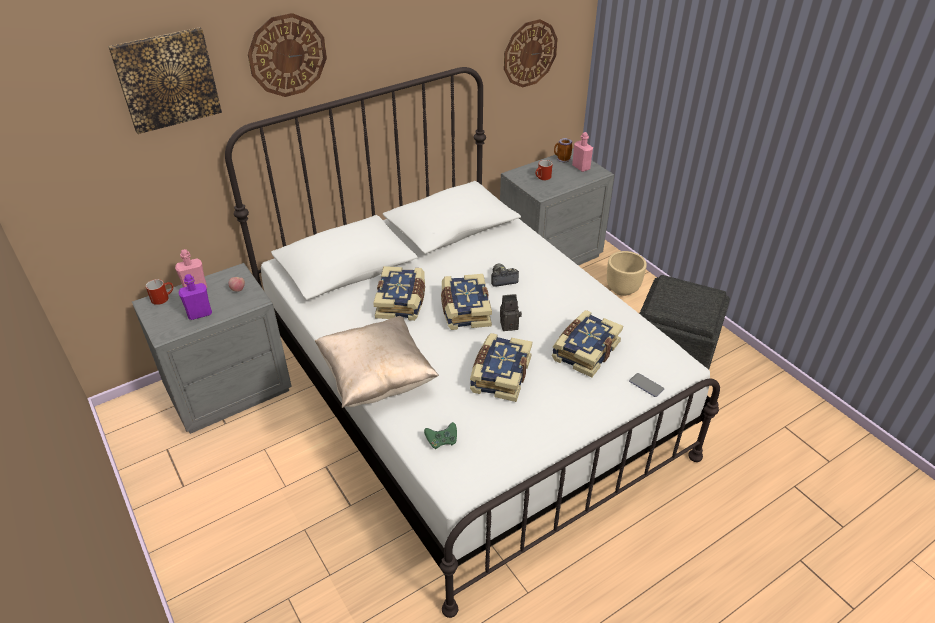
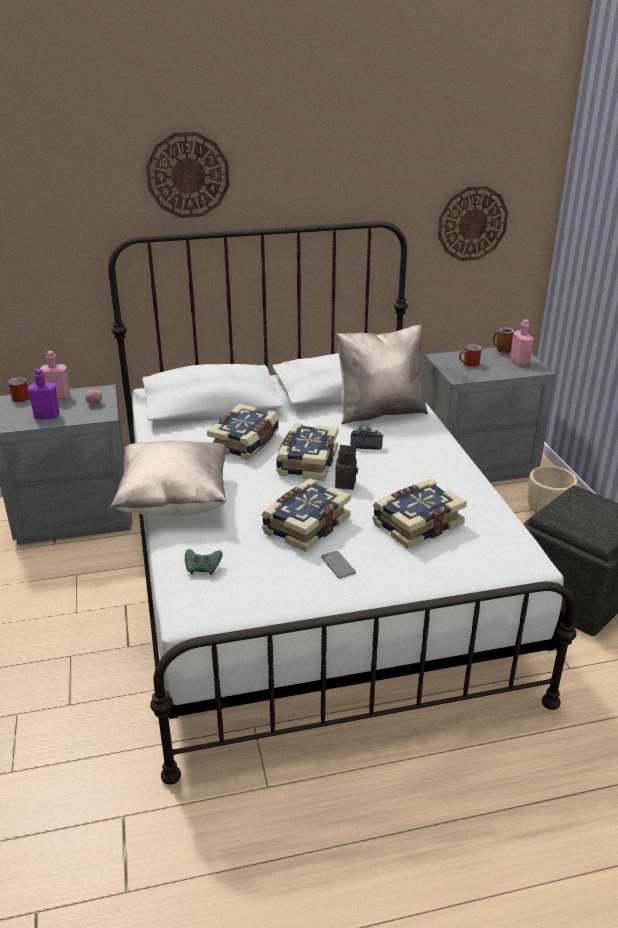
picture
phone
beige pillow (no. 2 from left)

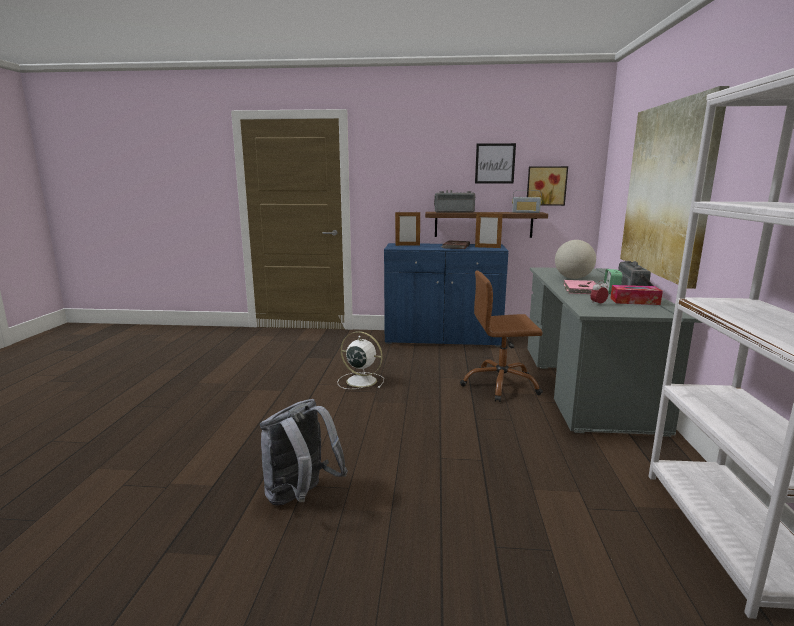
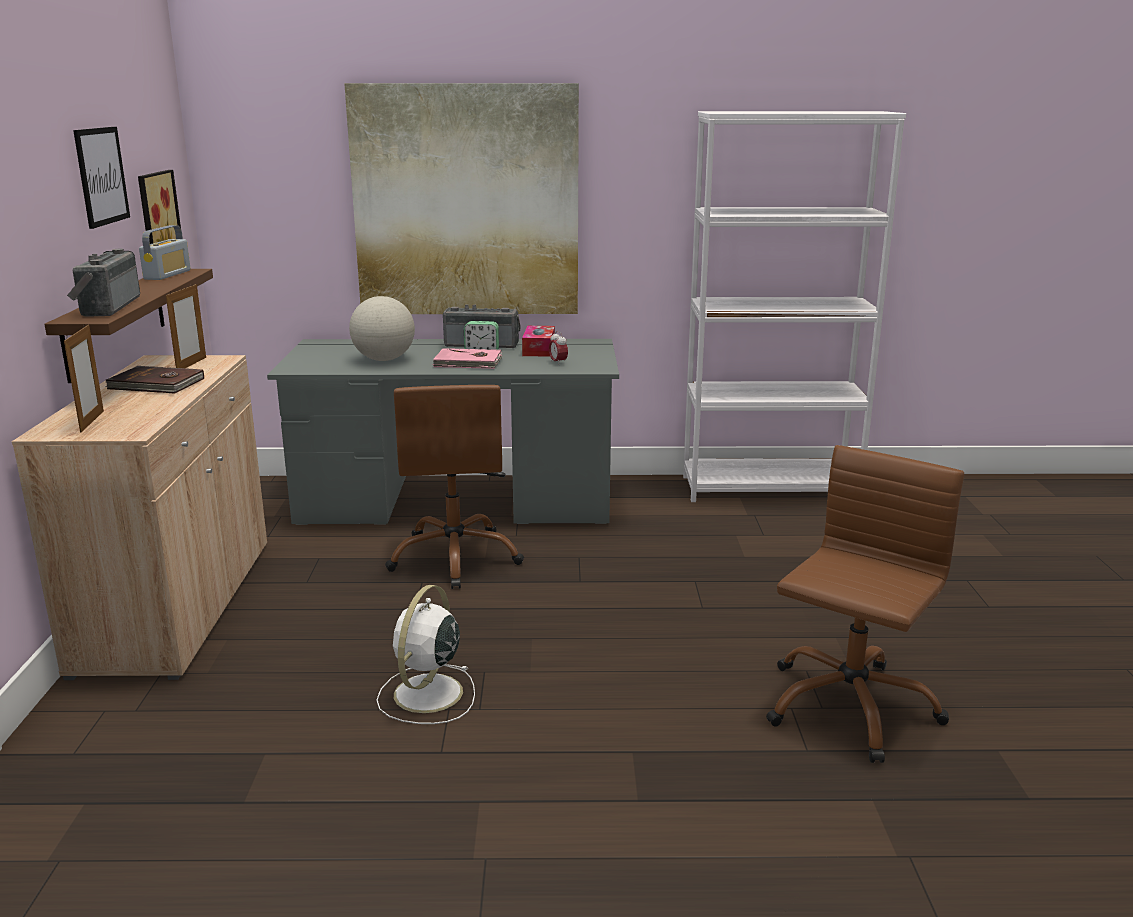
brown office chair (no. 2 from left)
beige cabinet

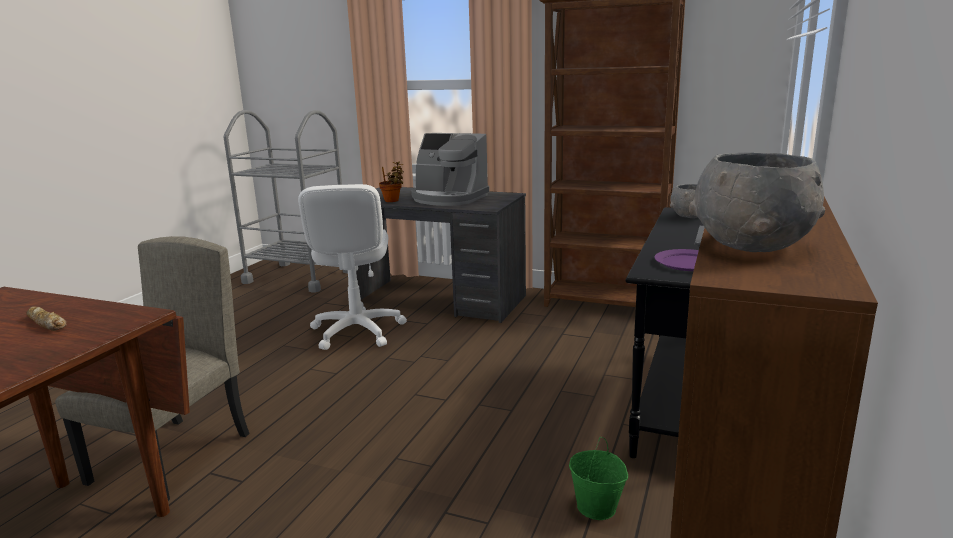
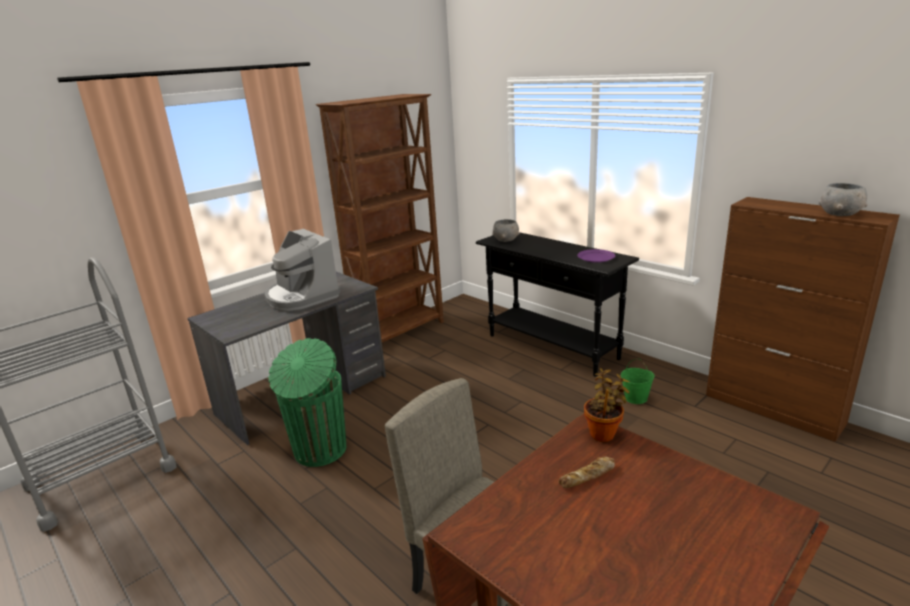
green trash can
potted plant
coffee machine

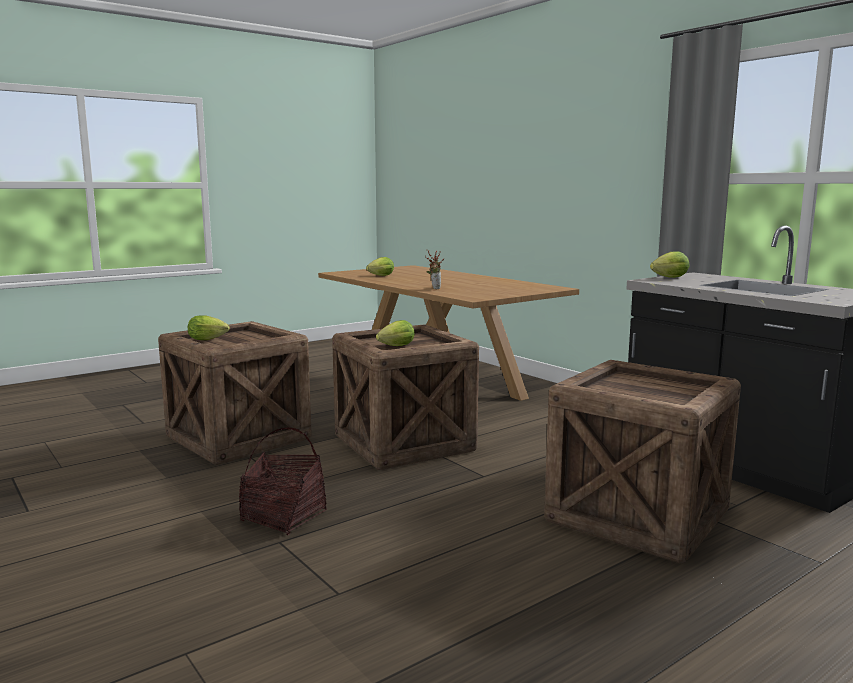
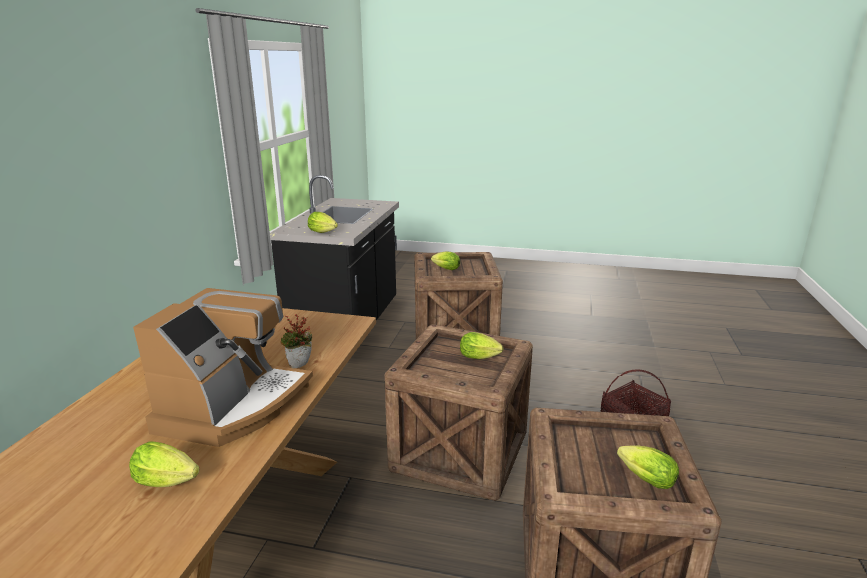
coffee machine
lettuce (no. 3 from left)

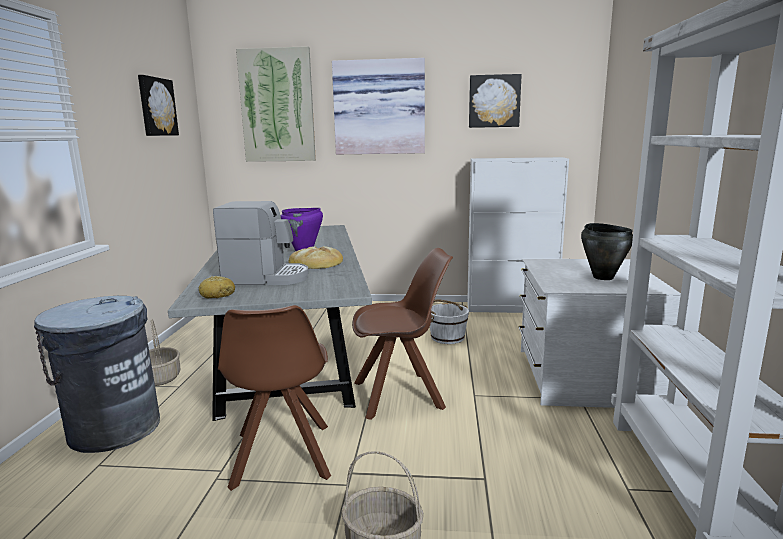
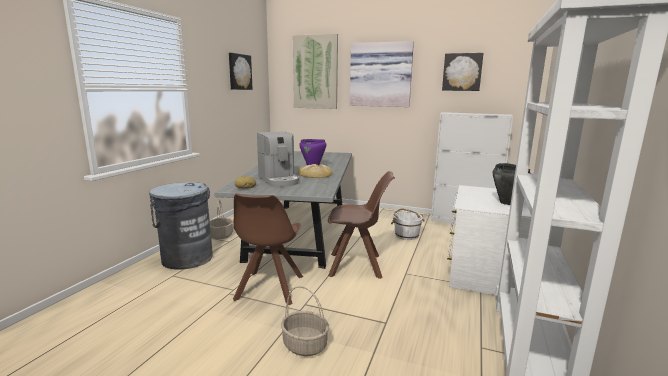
coffee machine

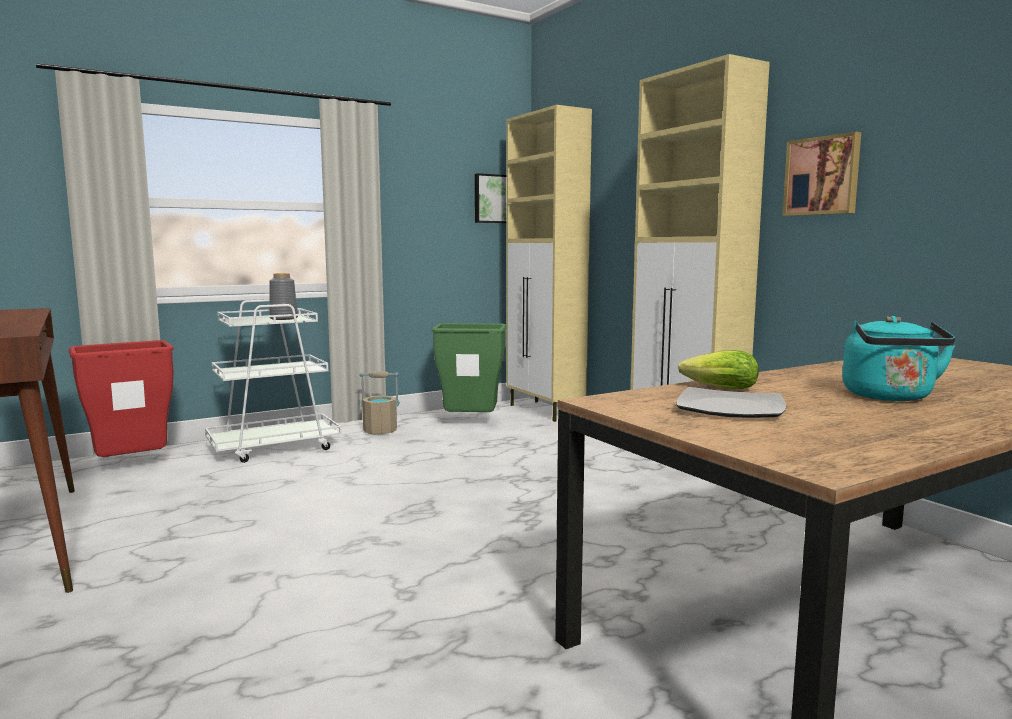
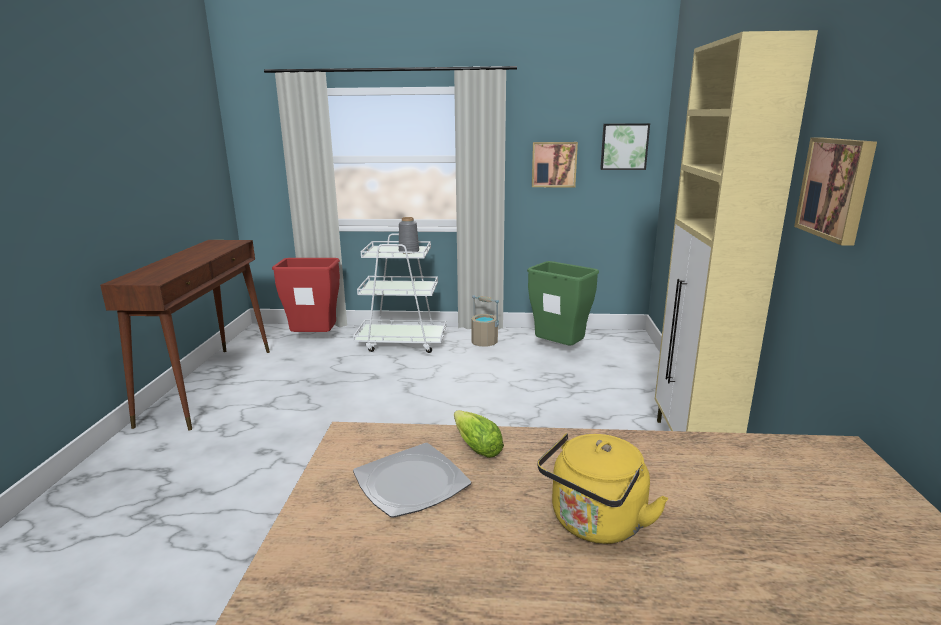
beige cabinet (no. 1 from left in the first image)
yellow kettle
picture (no. 1 from left)

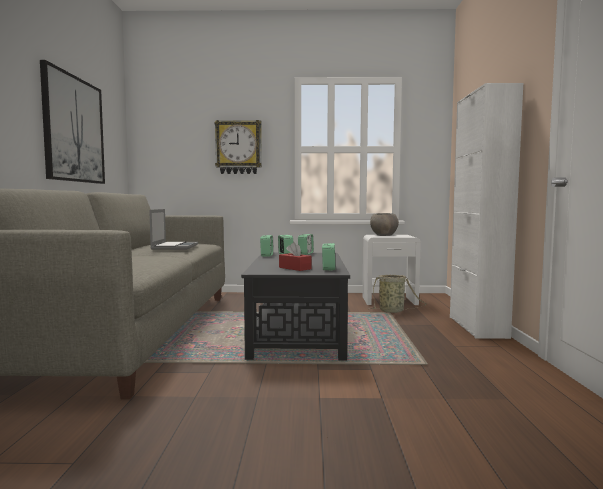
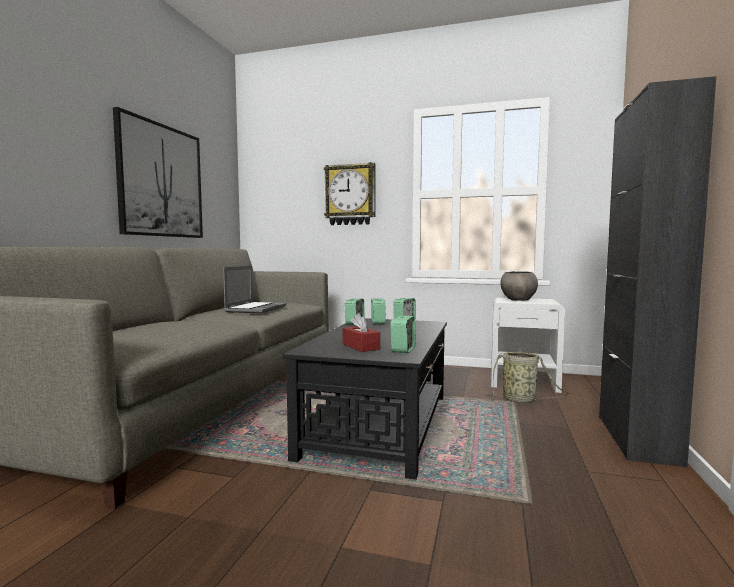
black cabinet

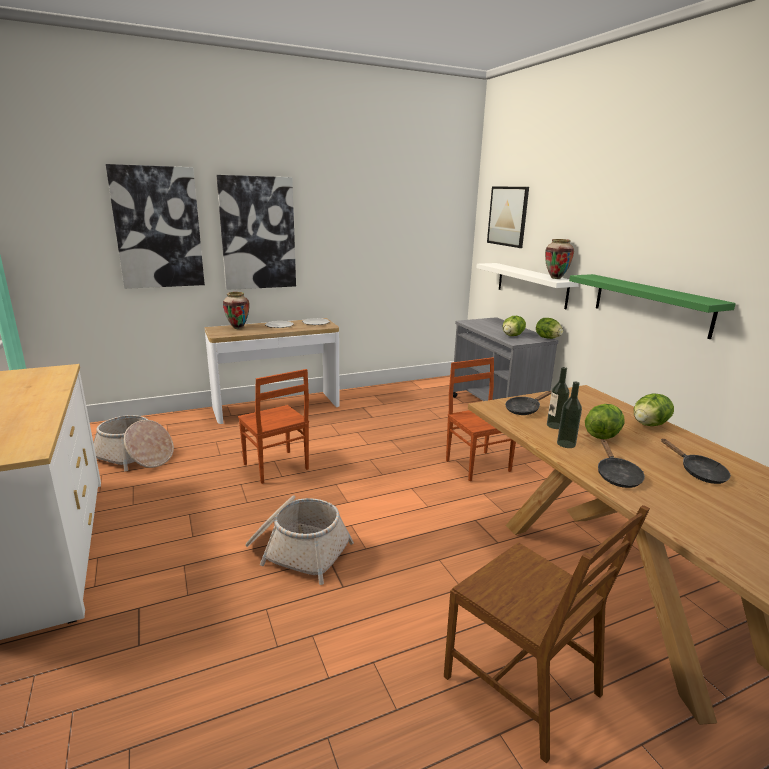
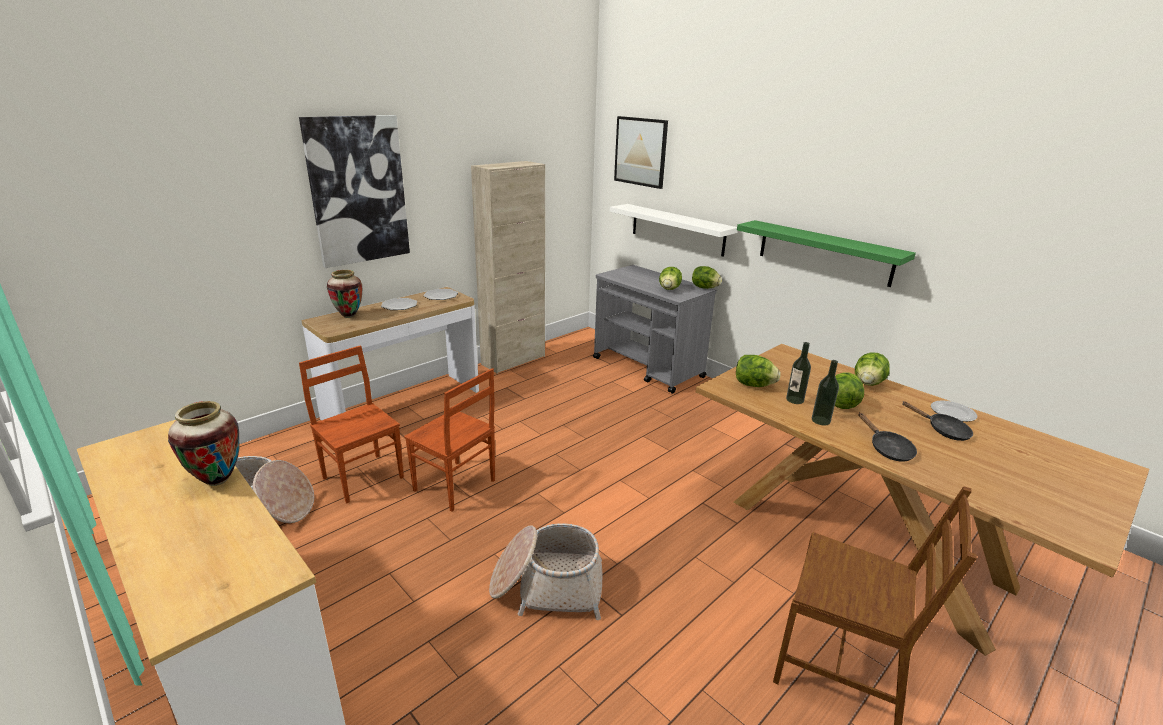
picture (no. 1 from left in the first image)
brown chair (no. 1 from left)
lettuce (no. 3 from left)
vase (no. 1 from left)
beige cabinet
plate (no. 3 from left)

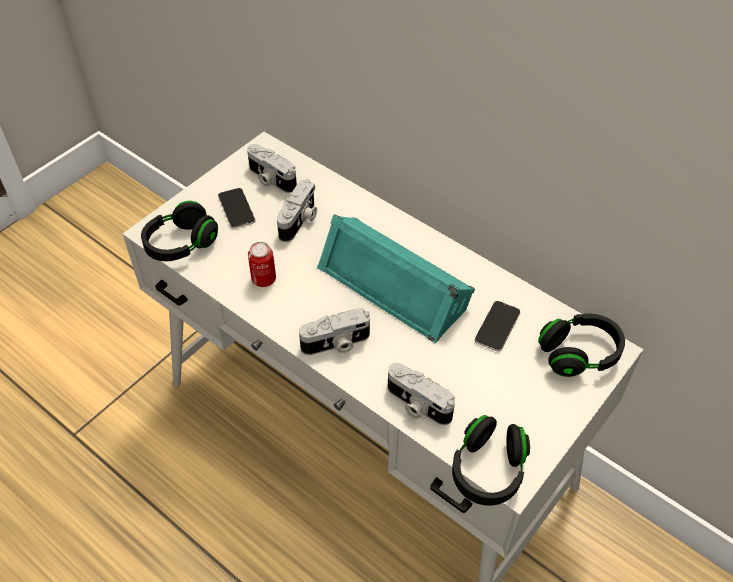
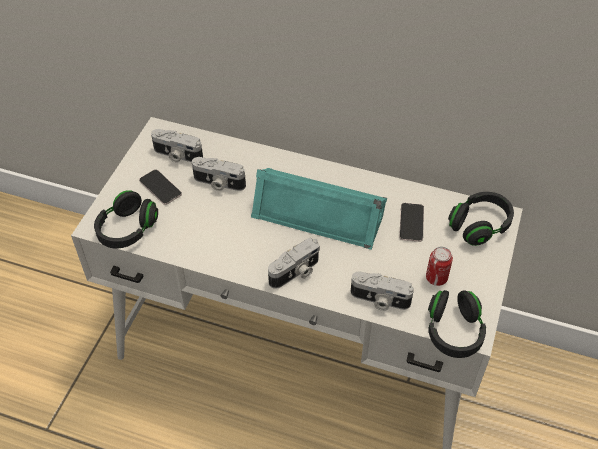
can
photo camera (no. 2 from left)

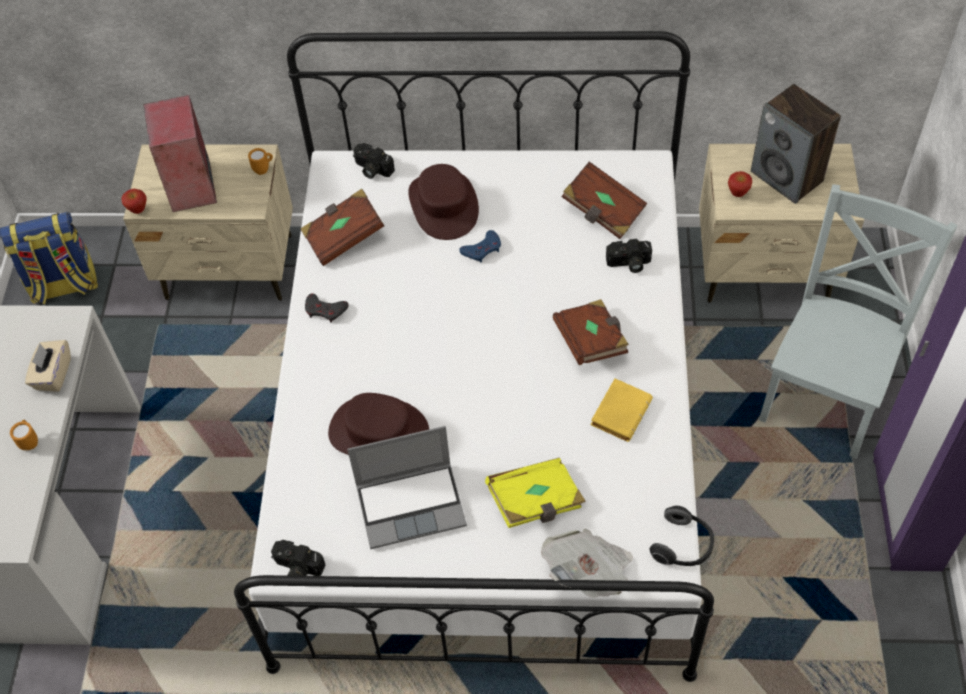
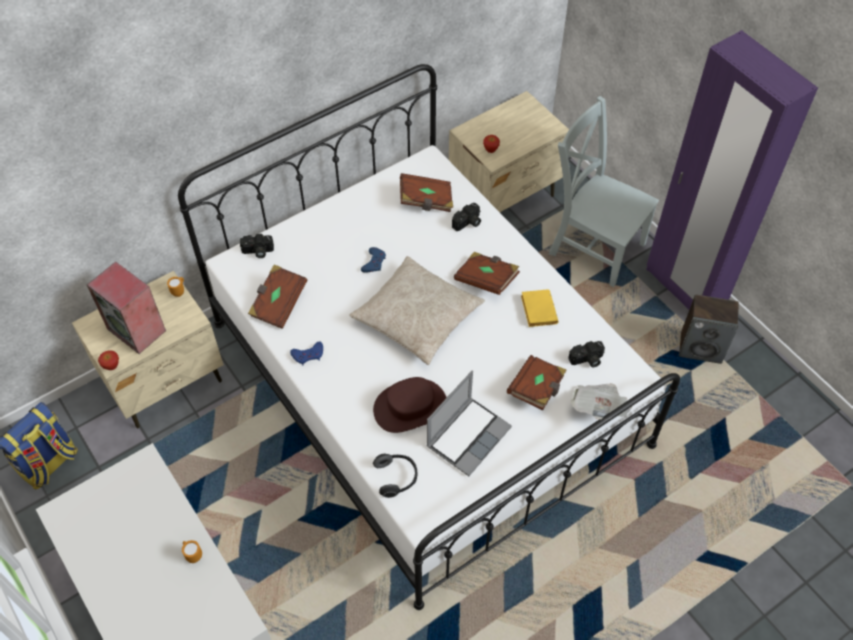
beige tissue box
photo camera (no. 3 from left)
blue game controller (no. 1 from left)
brown hat (no. 2 from left in the first image)
brown book (no. 4 from left)
headphones
speaker (no. 2 from left)
grey chair
beige pillow

